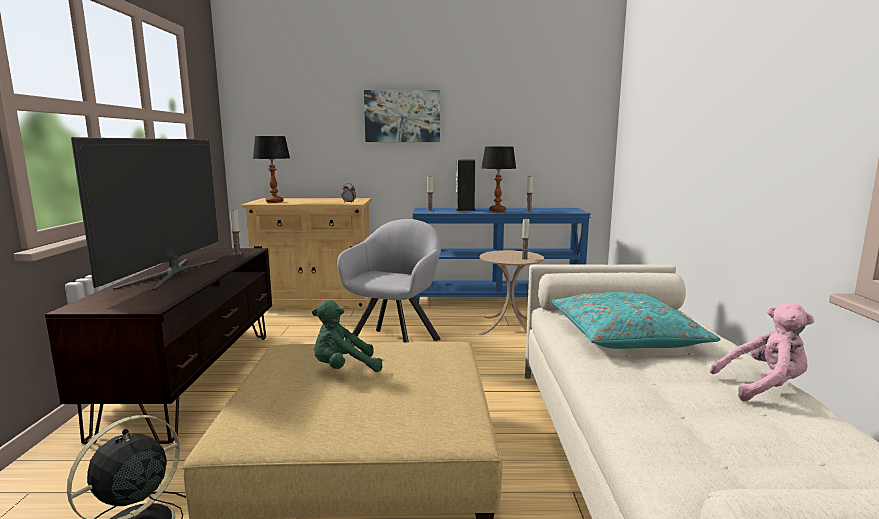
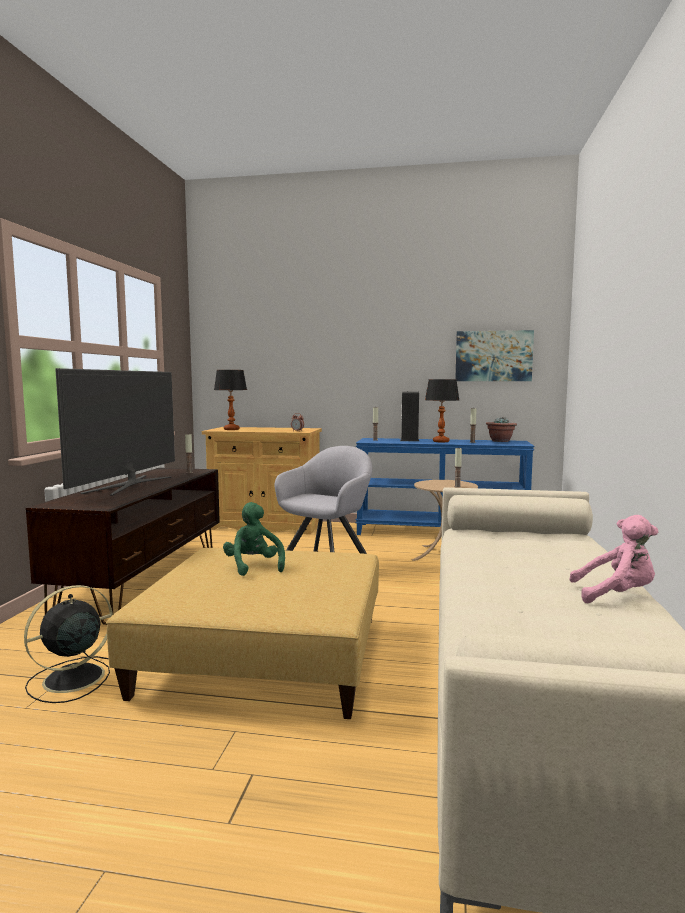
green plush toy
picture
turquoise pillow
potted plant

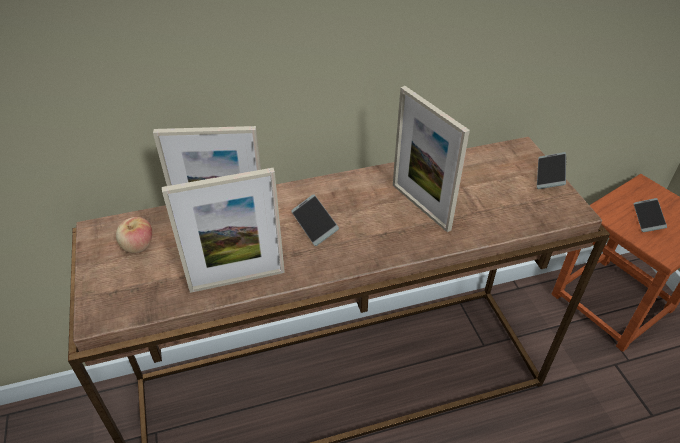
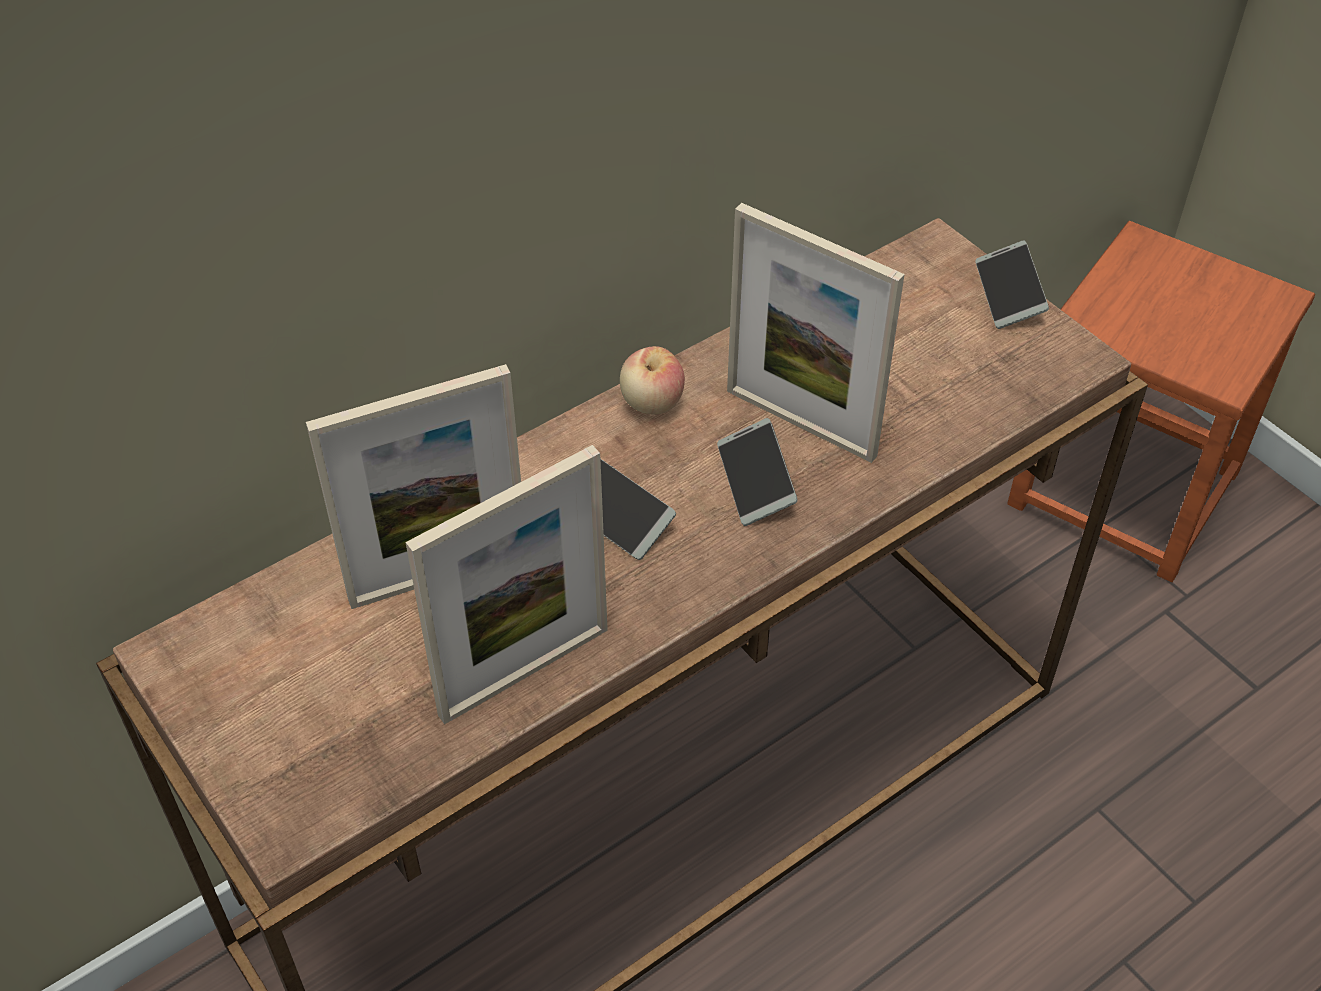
apple
phone (no. 2 from left)

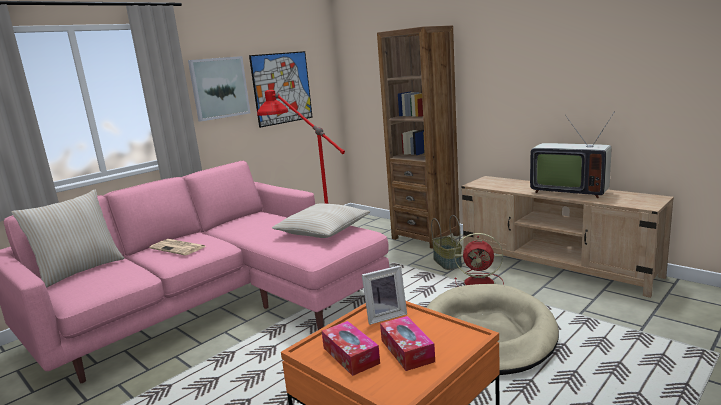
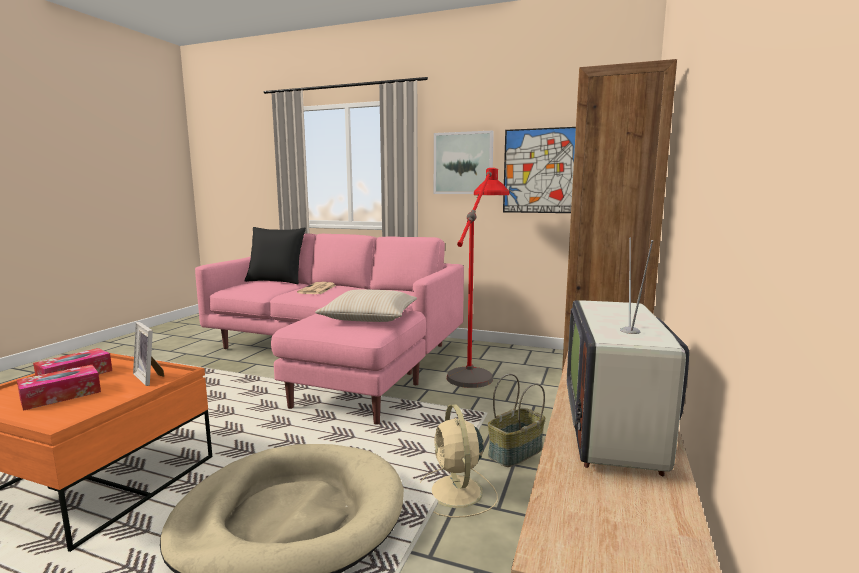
black pillow
beige fan

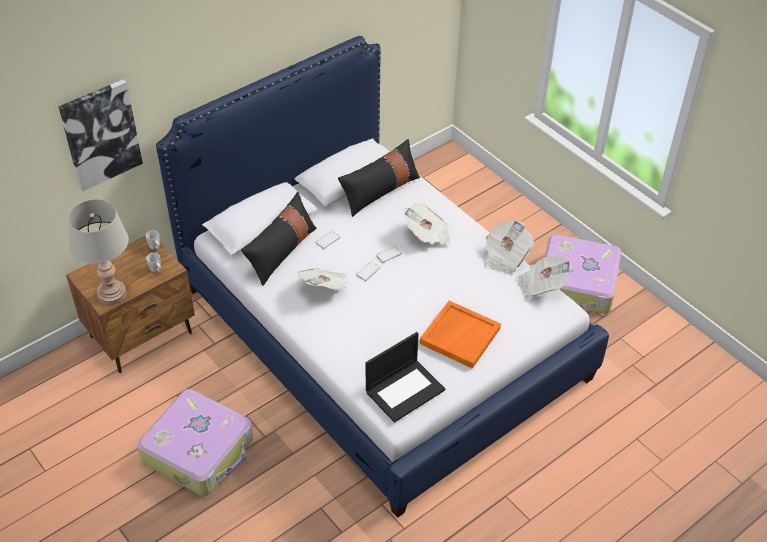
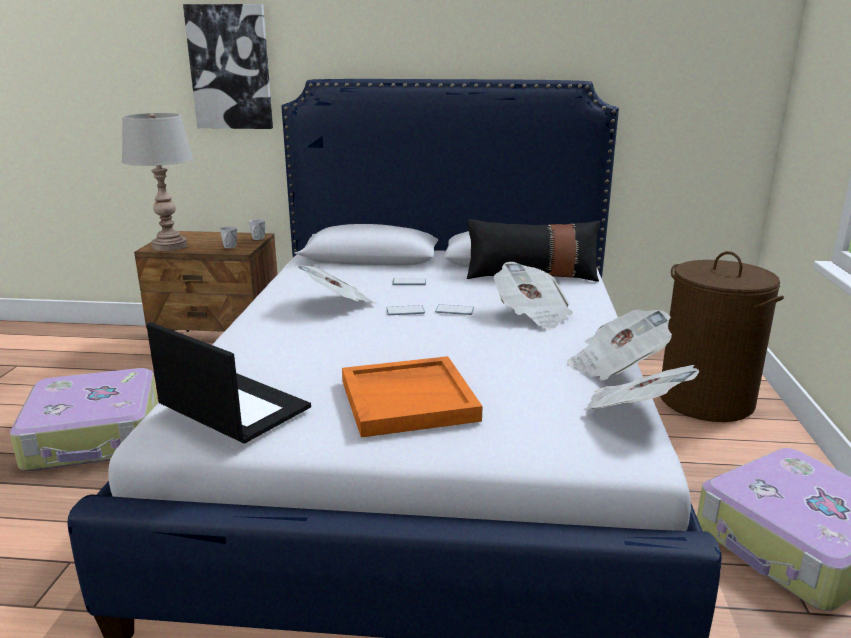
black pillow (no. 1 from left in the first image)
laptop
brown laundry basket

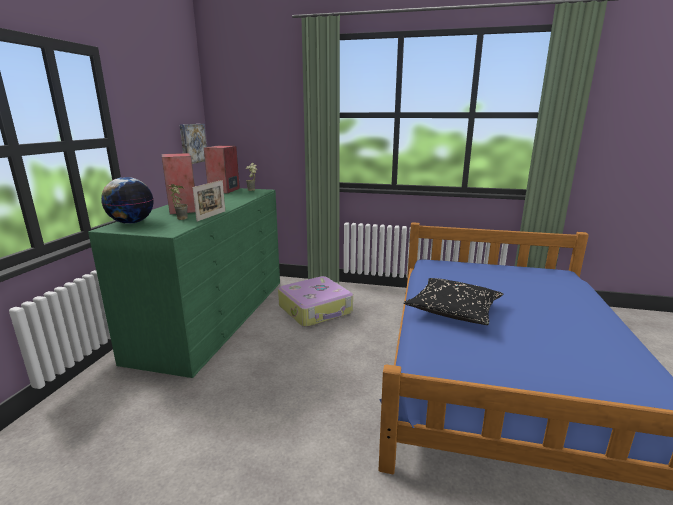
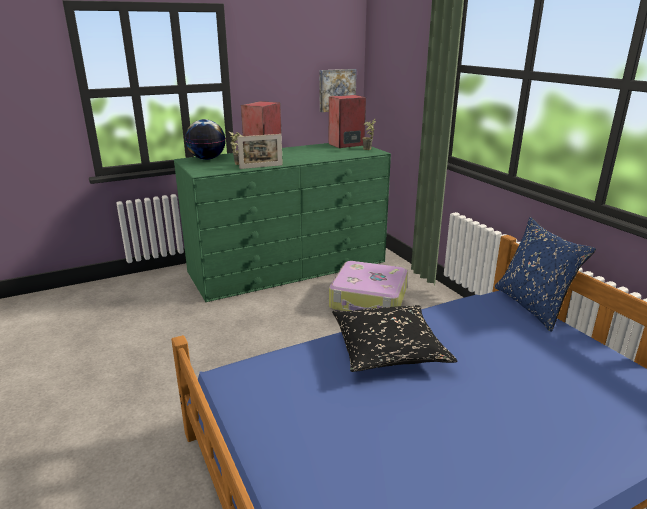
blue pillow

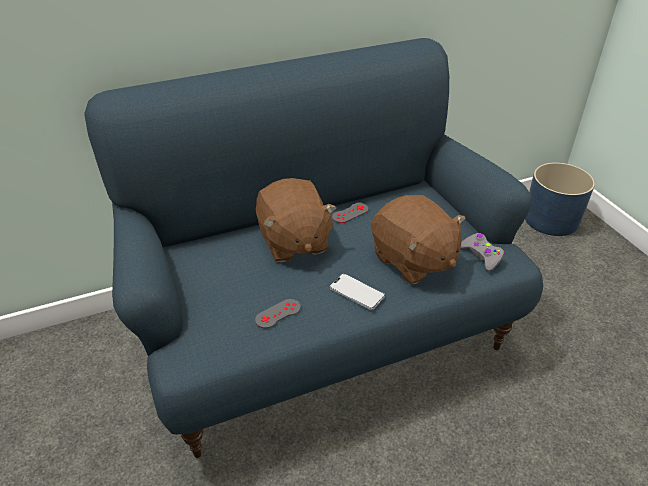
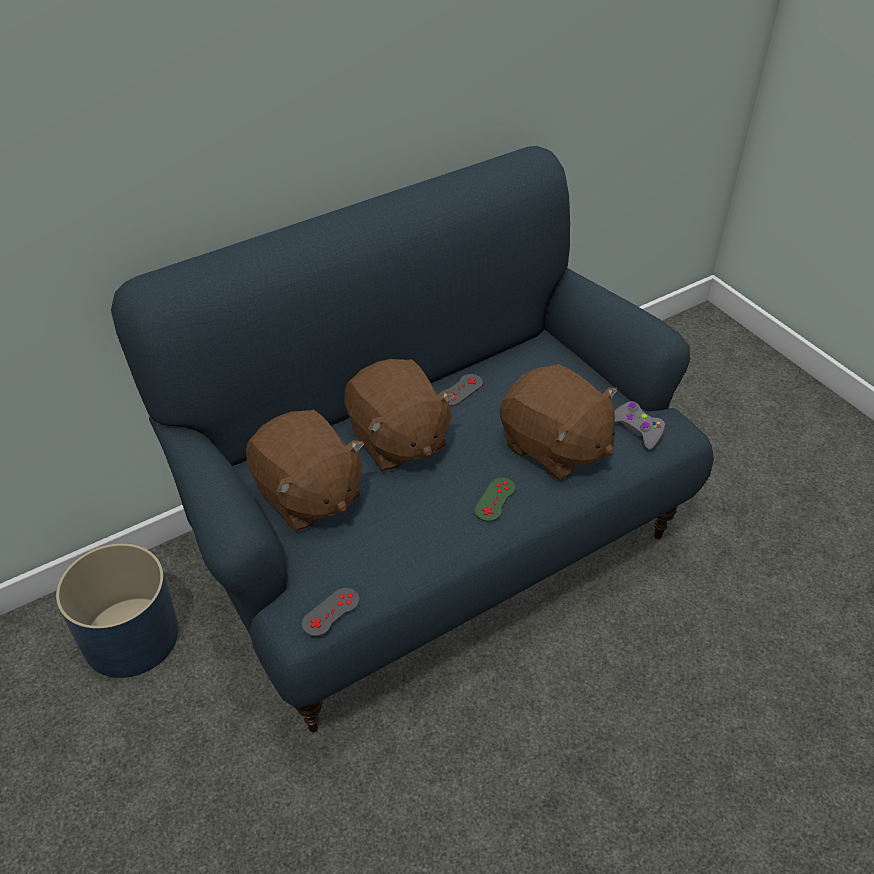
grey game controller (no. 1 from left)
green game controller
blue planter
brown plush toy (no. 1 from left)

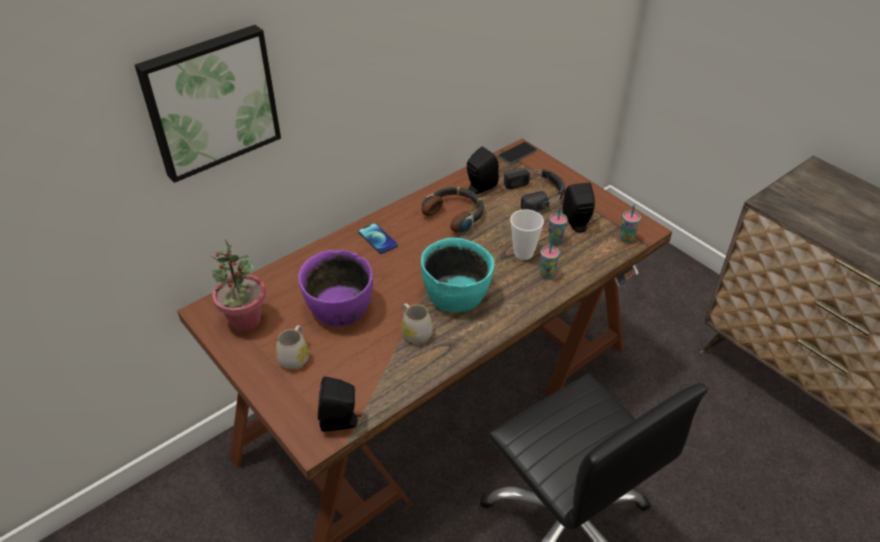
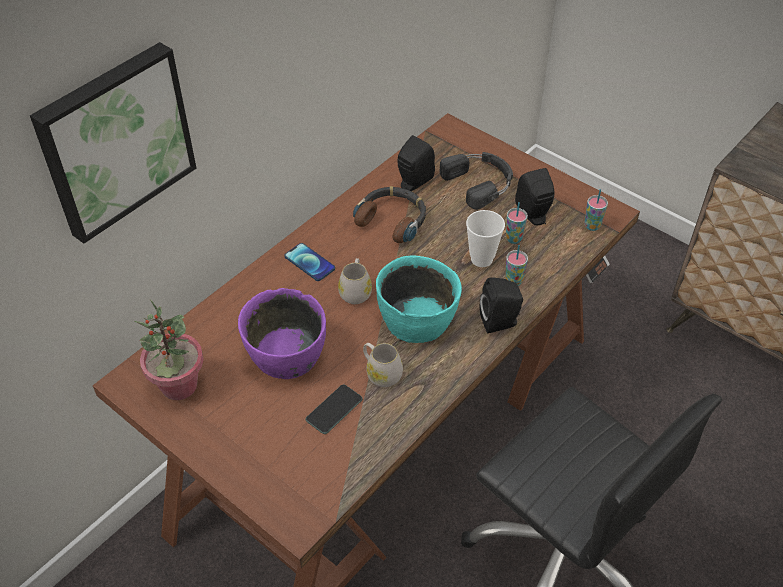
white mug (no. 1 from left)
black speaker (no. 2 from left)
phone (no. 2 from left)

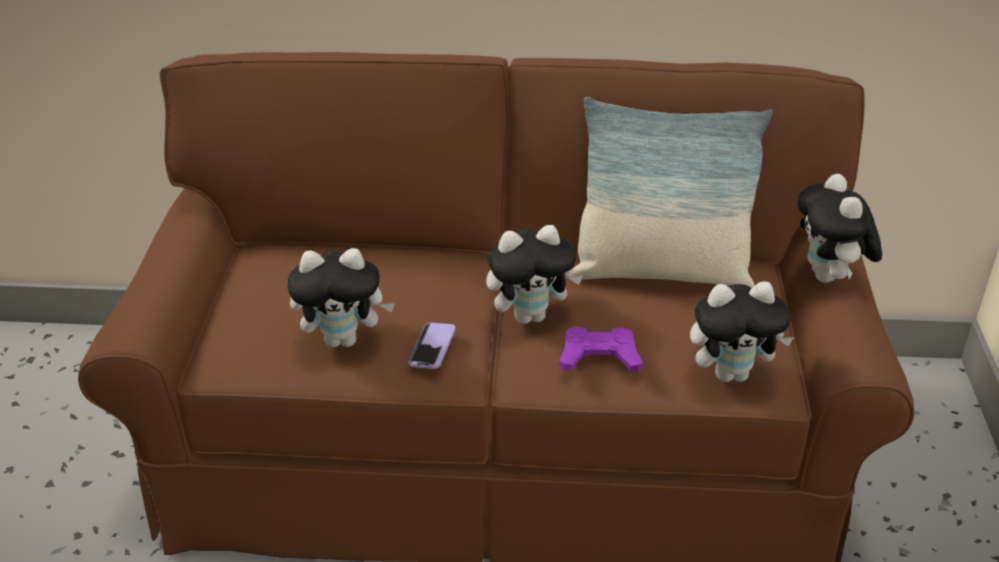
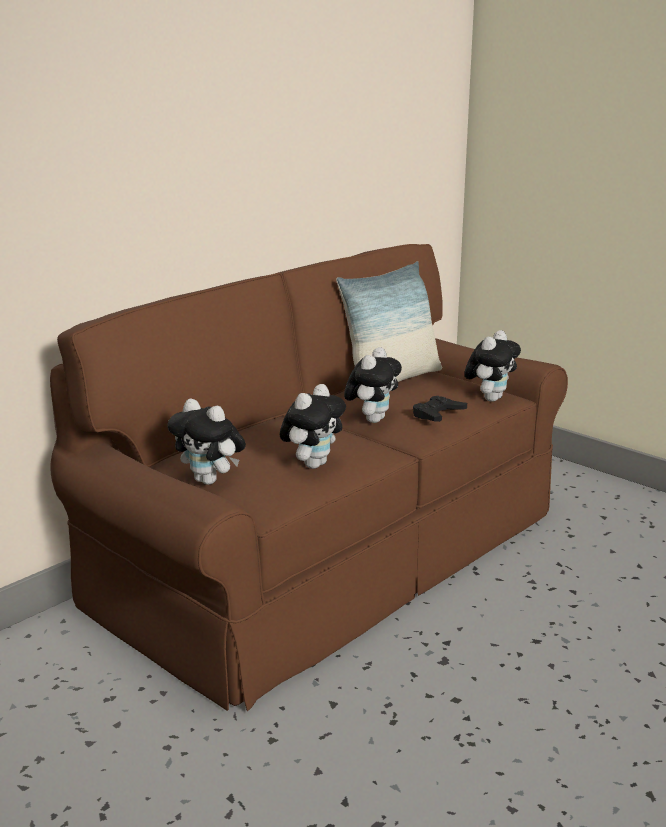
phone
black game controller
plush toy (no. 1 from left)

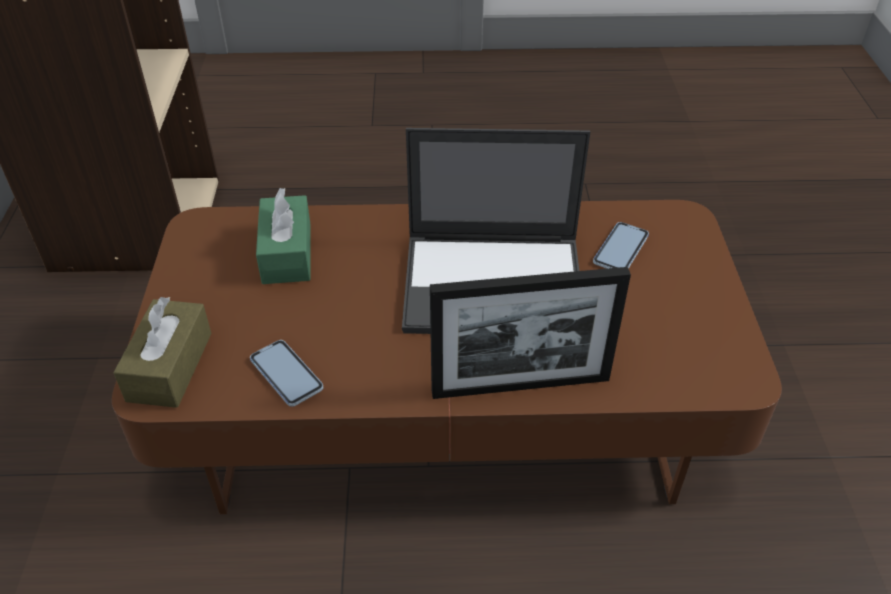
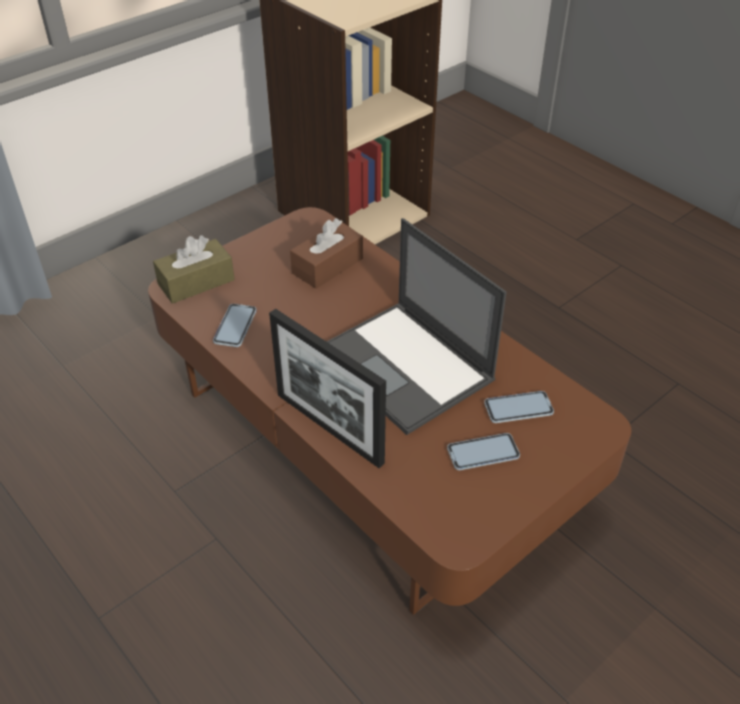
brown tissue box (no. 2 from left)
phone (no. 2 from left)

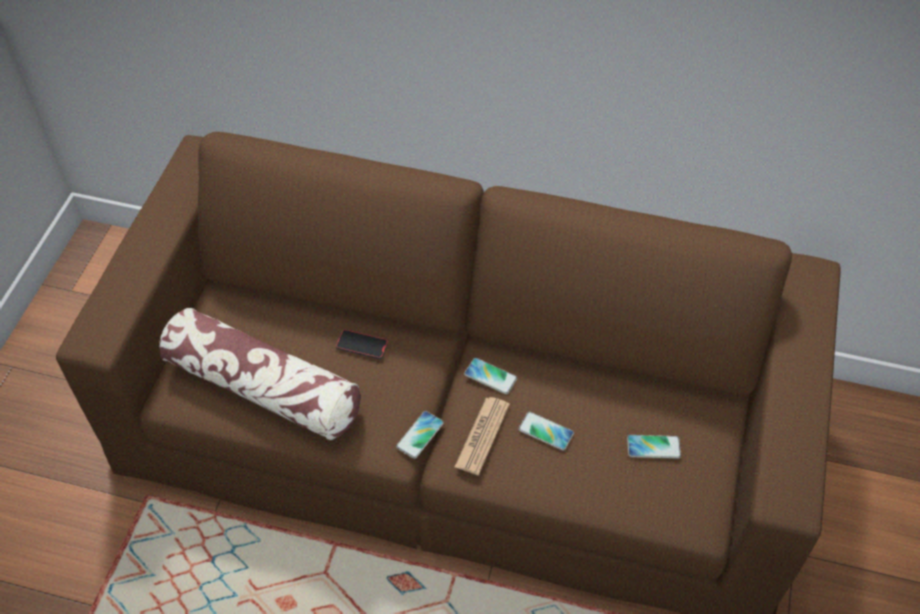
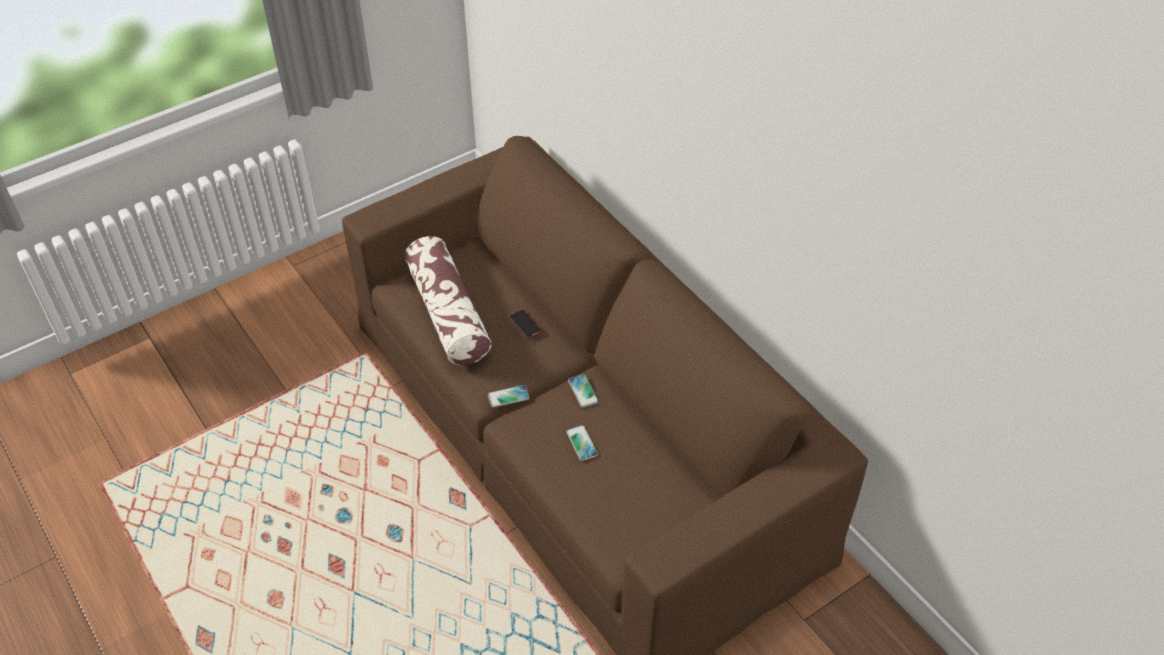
newspaper
phone (no. 5 from left in the first image)

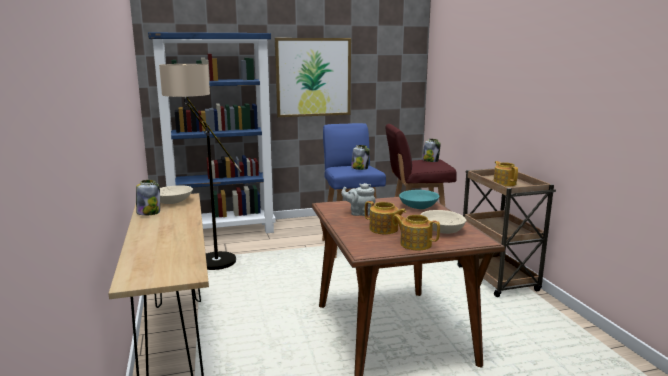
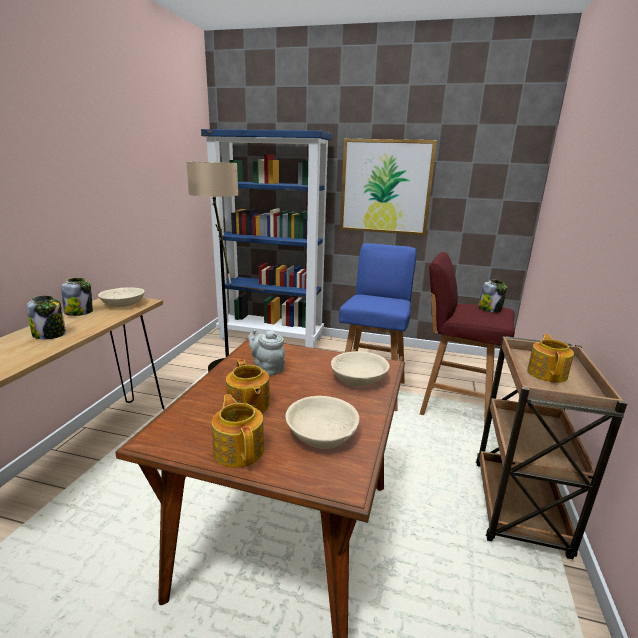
jar (no. 1 from left)
beige bowl (no. 3 from left)

